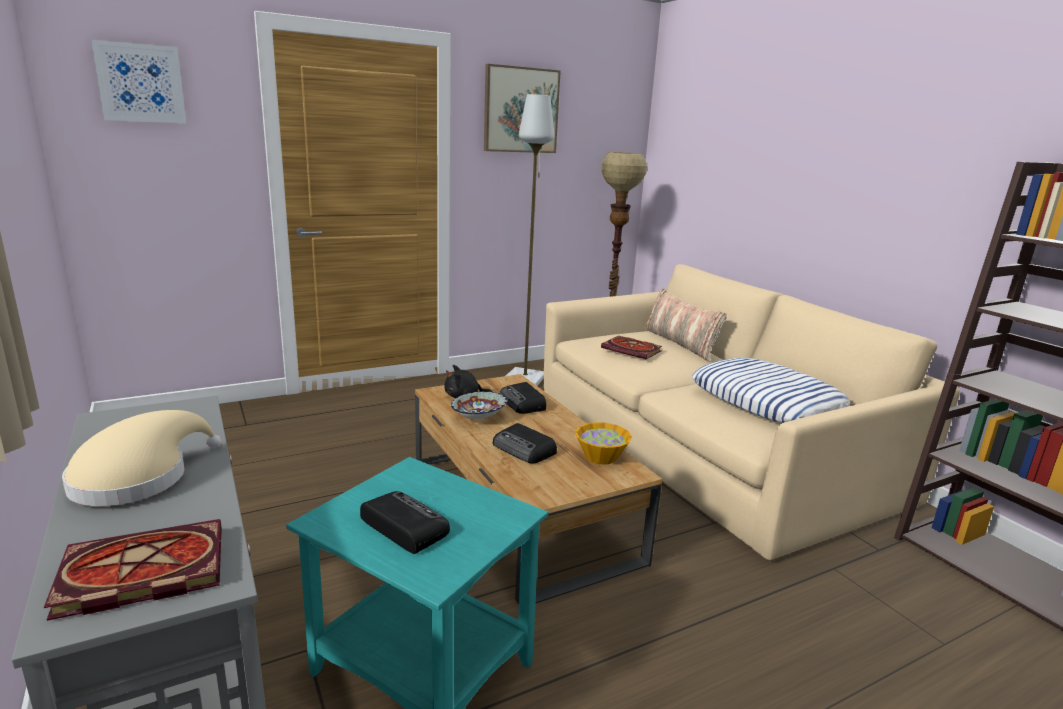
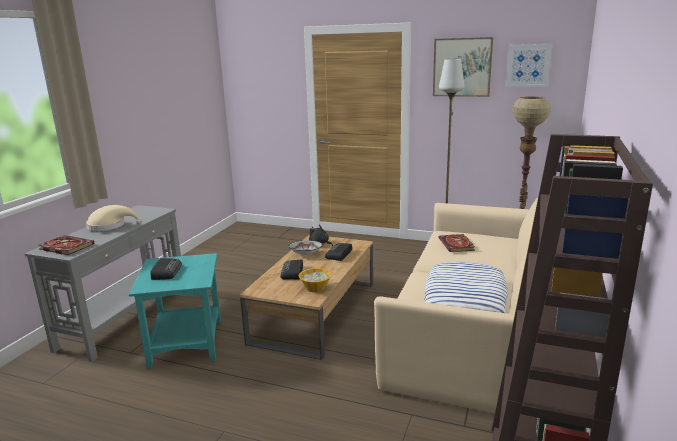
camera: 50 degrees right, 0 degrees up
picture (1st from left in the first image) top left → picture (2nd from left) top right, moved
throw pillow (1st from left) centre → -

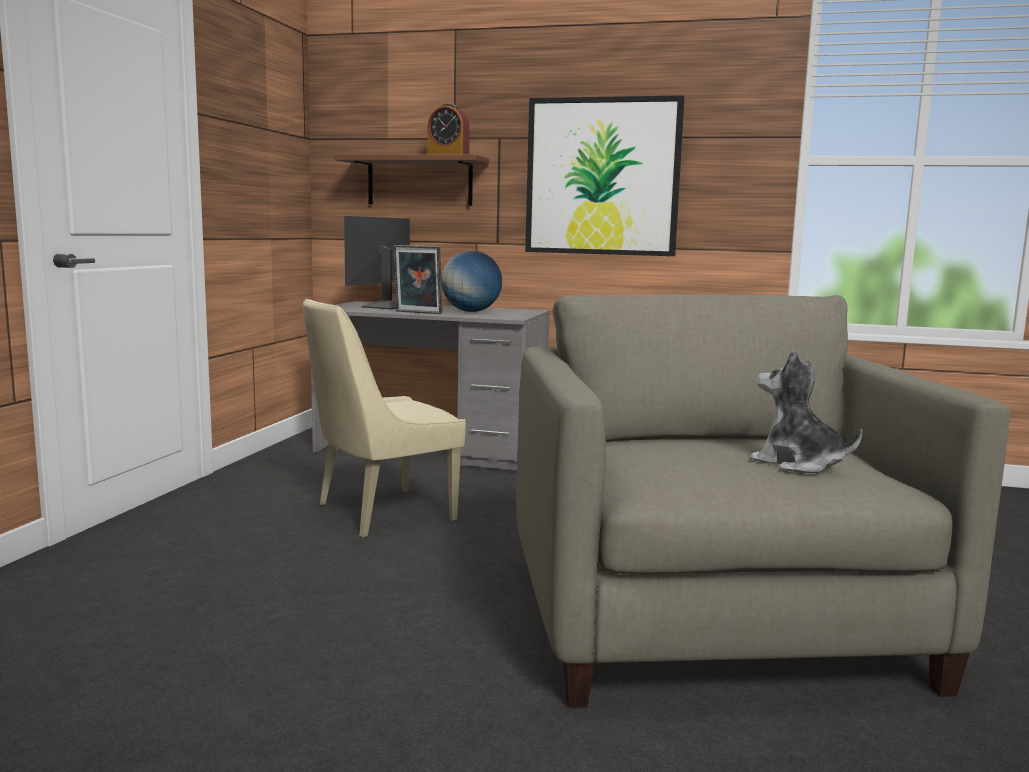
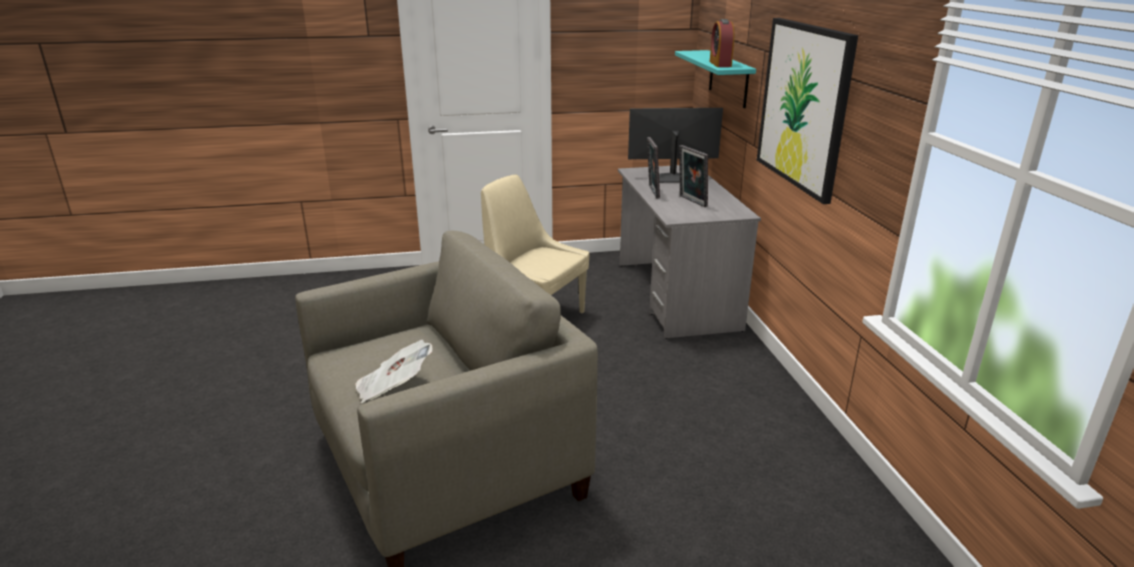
camera: 65 degrees right, 15 degrees up
soft toy middle right → printed paper centre
brownish bracket shelf top centre → turquoise-coloured bracket shelf top centre
globe centre → standing frame (2nd from left) top centre

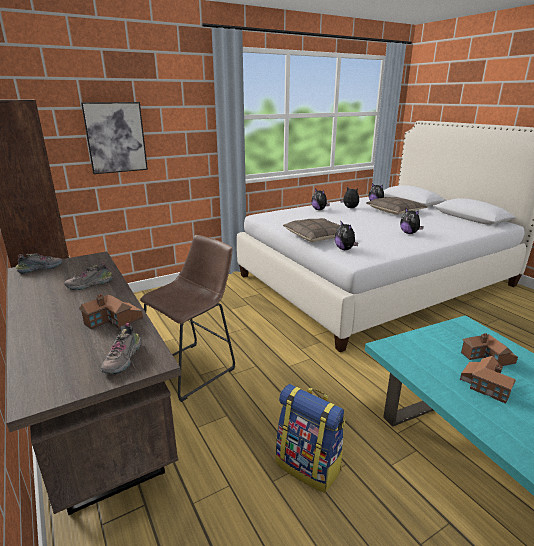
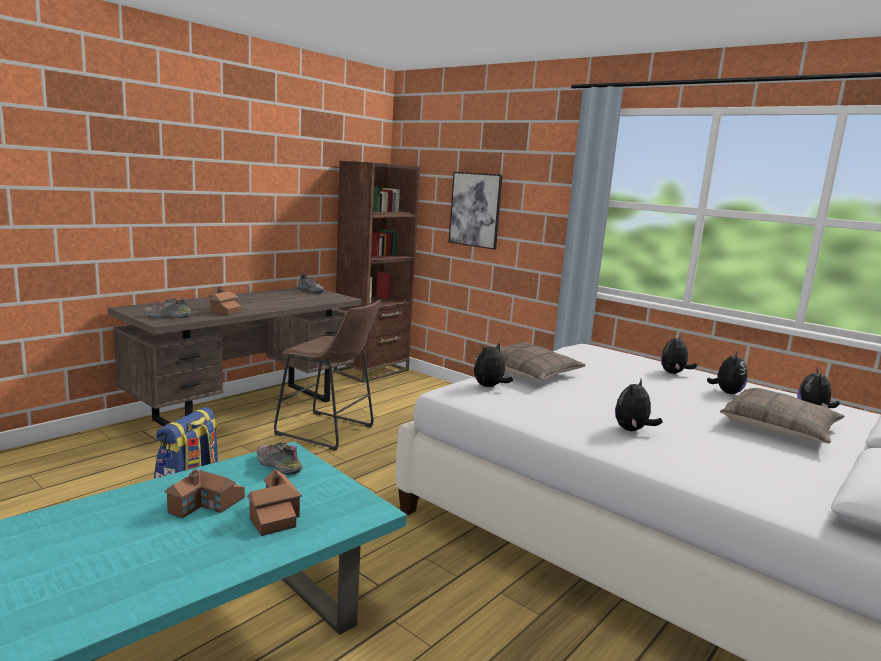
camera: 70 degrees right, 10 degrees down
item of footwear (2nd from left) middle left → item of footwear (2nd from left) bottom left, moved

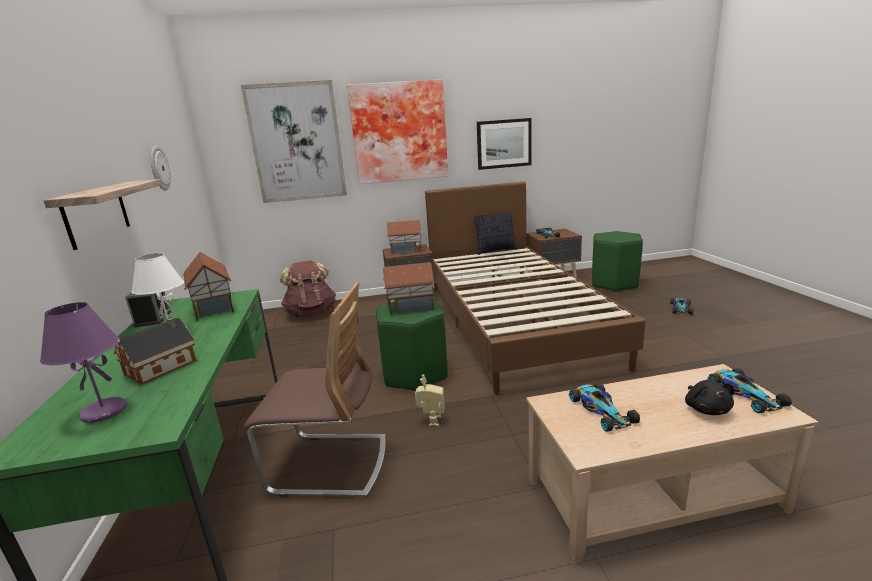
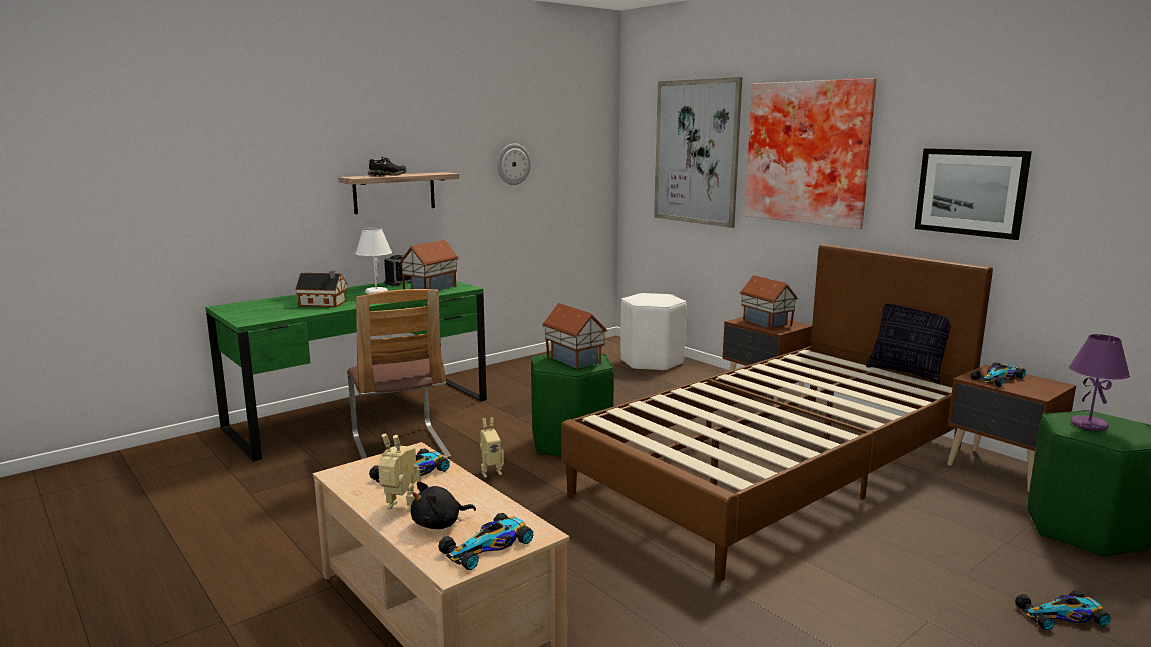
camera: 60 degrees right, 5 degrees down
- → black item of footwear top centre
- → robot figure (1st from left) bottom centre
brownish knapsack centre → white stool seat centre
purple tabletop lamp middle left → purple tabletop lamp middle right, moved

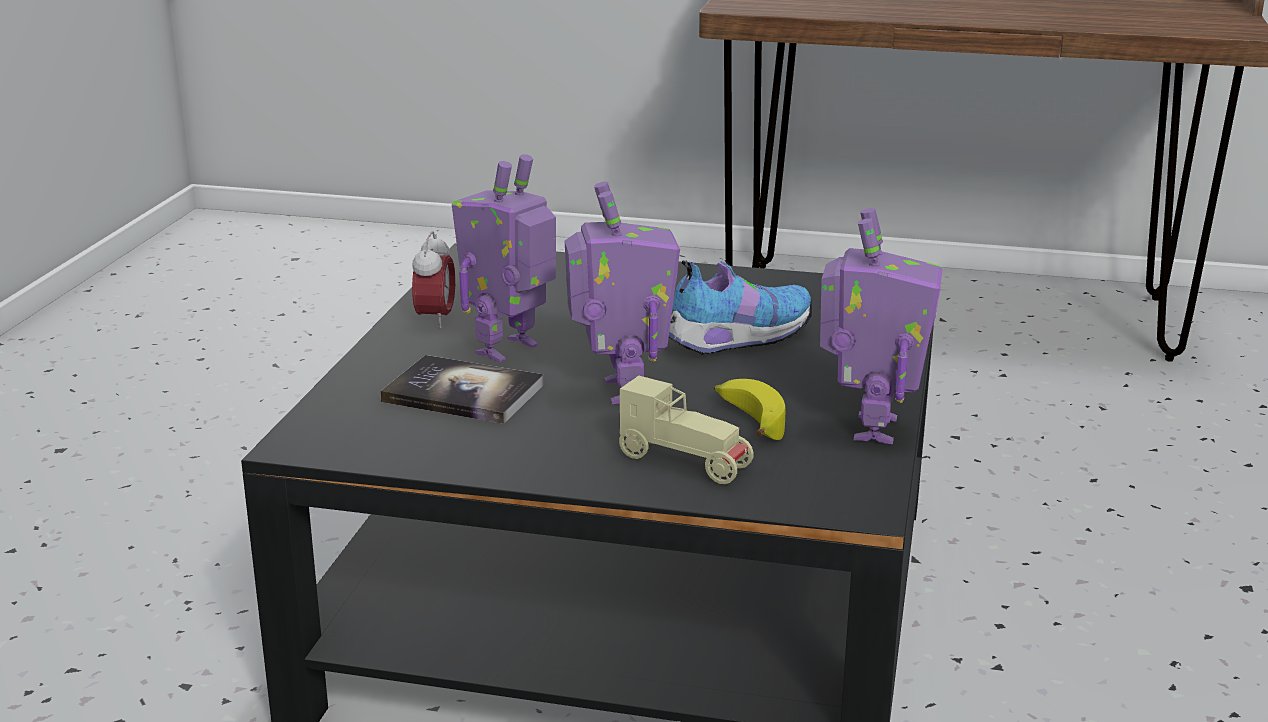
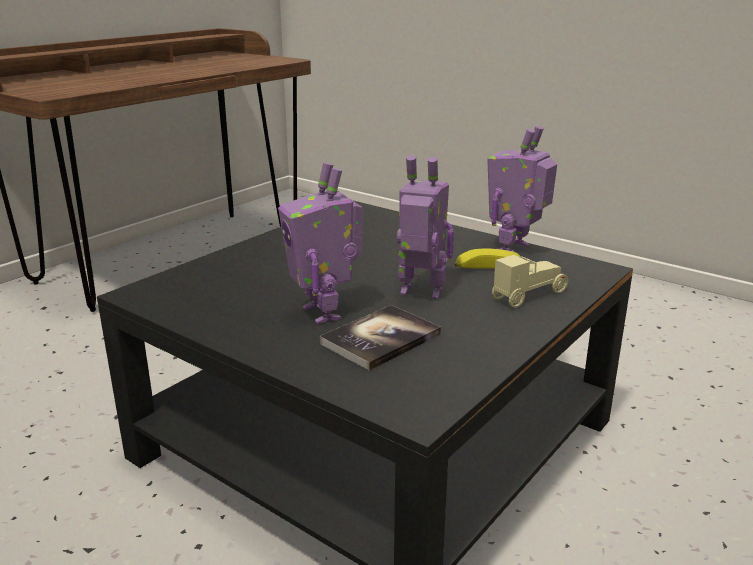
camera: 65 degrees left, 0 degrees up
robot figure (3rd from left) middle right, 90 degrees counterclockwise
table clock centre → -
item of footwear centre → -

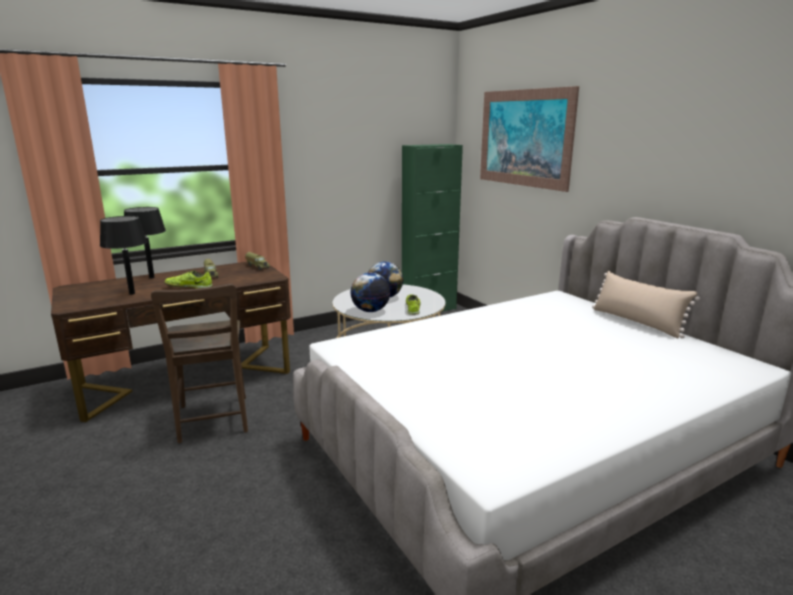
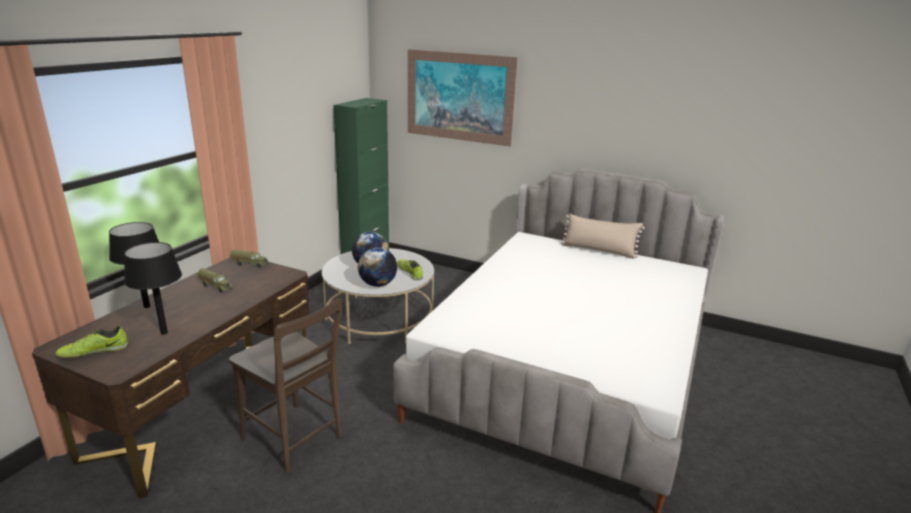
camera: 35 degrees left, 5 degrees up
item of footwear (1st from left) middle left → item of footwear (1st from left) bottom left, moved

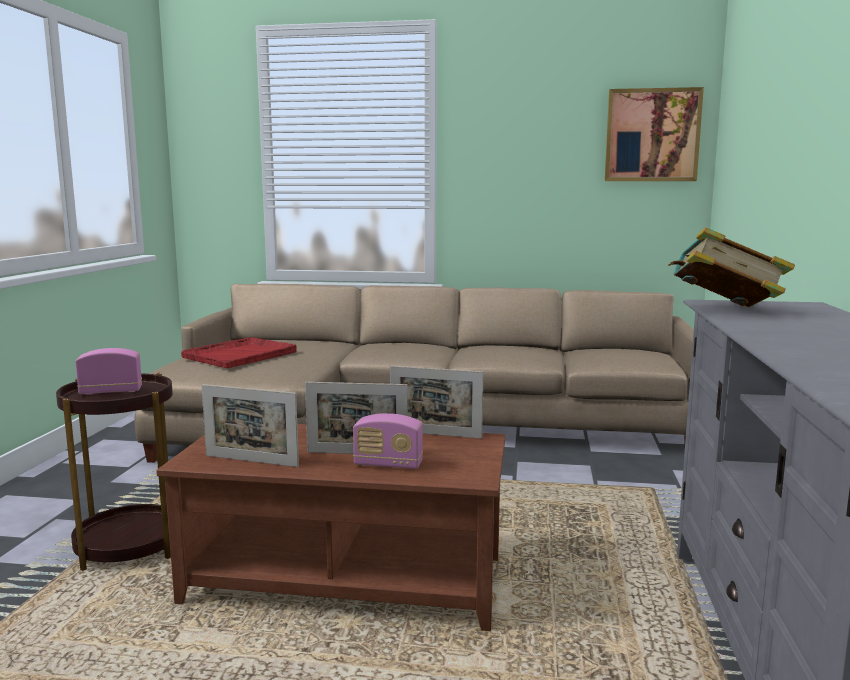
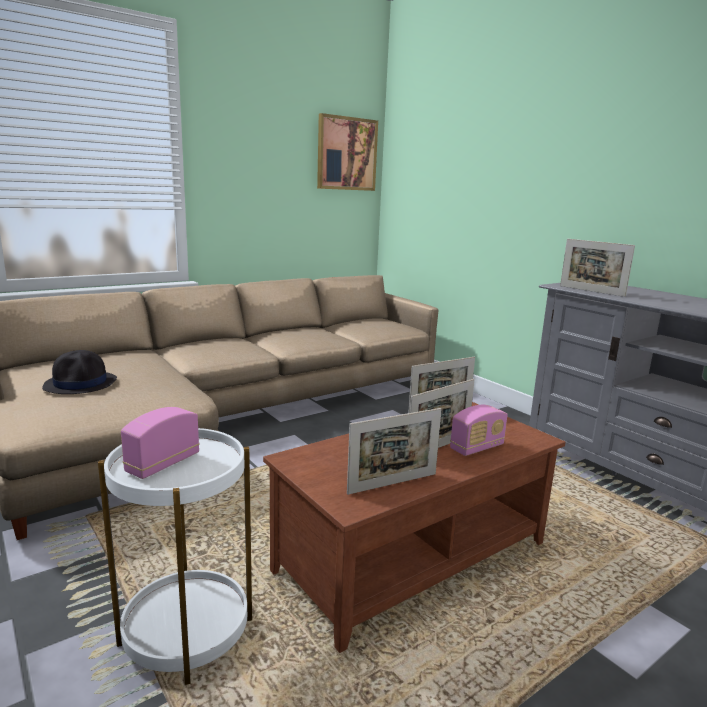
camera: 45 degrees left, 5 degrees up
reddish tray middle left → black hat middle left
brownish end table bottom left → white end table bottom left
bound book middle right → standing frame (4th from left) middle right

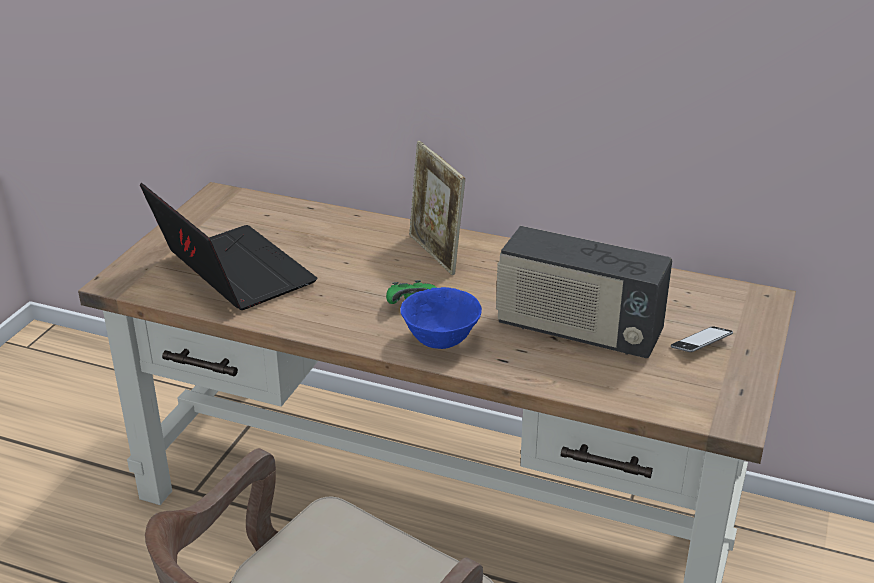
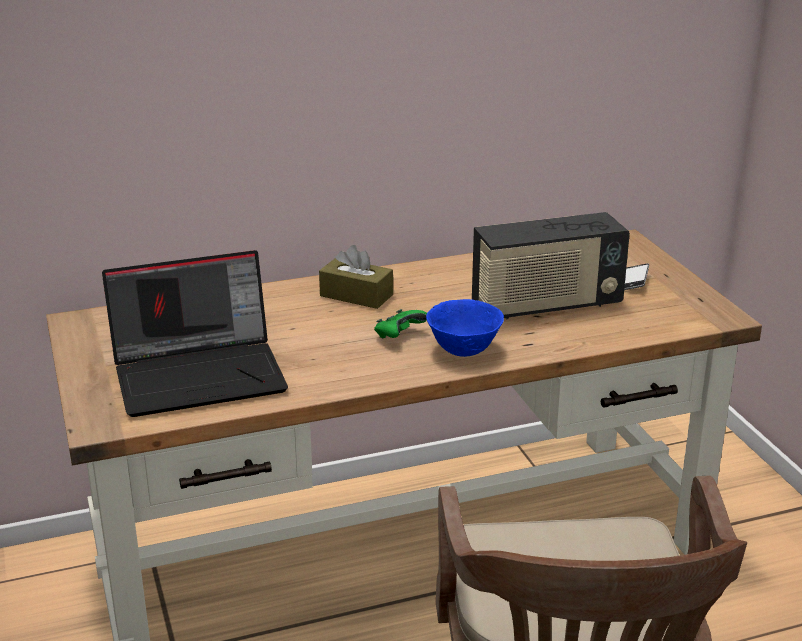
camera: 40 degrees left, 5 degrees down
notebook computer middle left, 150 degrees clockwise
standing frame centre → brownish tissue box centre

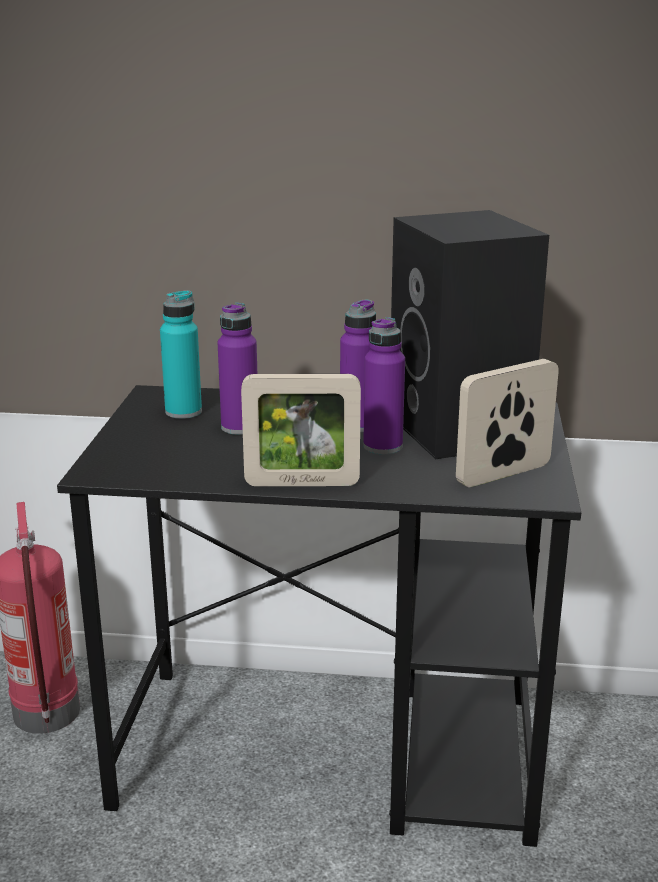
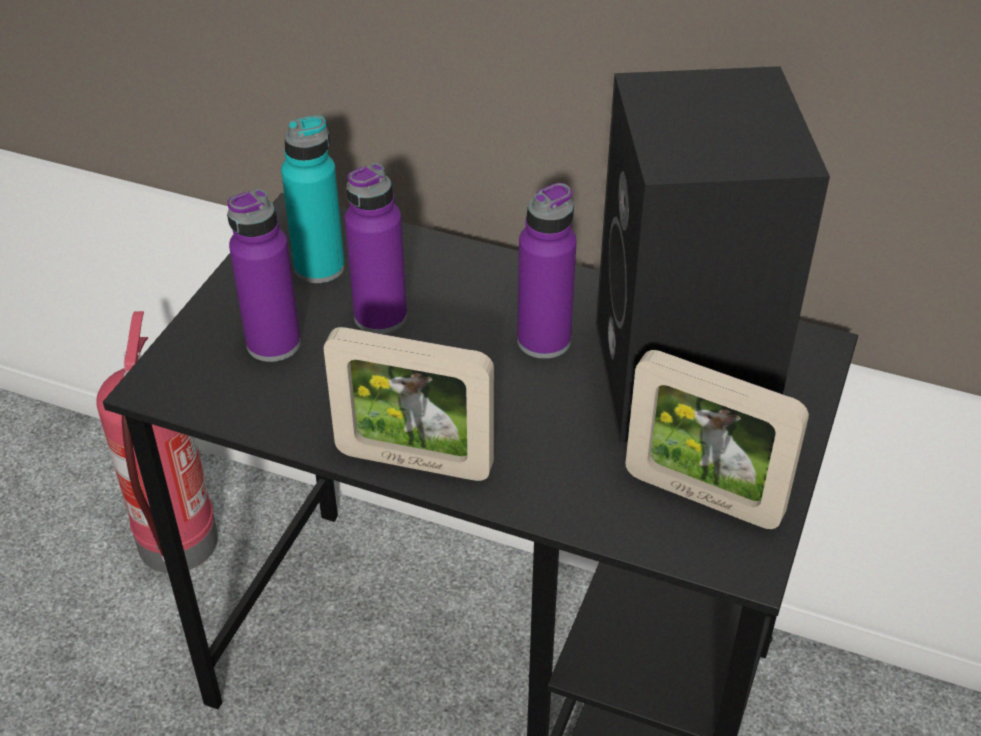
camera: 15 degrees right, 20 degrees up
purple drink bottle (3rd from left in the first image) centre → purple drink bottle (1st from left) middle left, moved
standing frame (2nd from left) middle right, 135 degrees counterclockwise

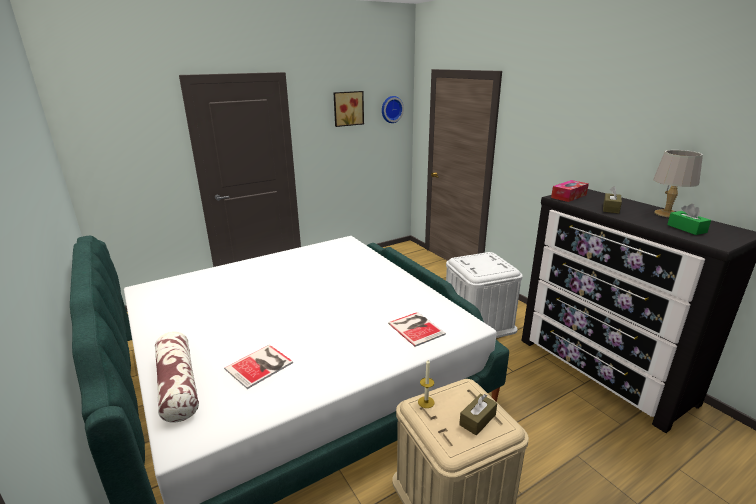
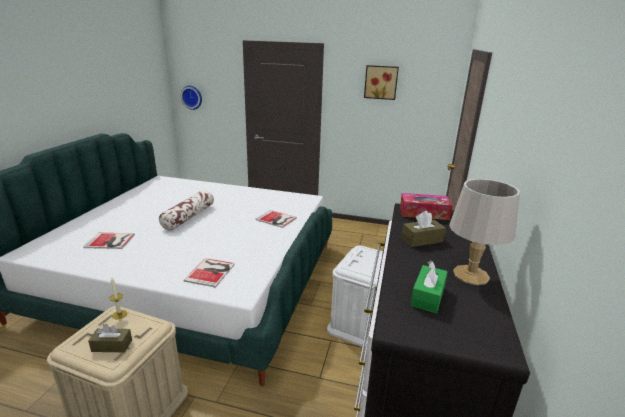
camera: 45 degrees right, 0 degrees up
throw pillow bottom left → throw pillow middle left, moved
hanging clock top centre → hanging clock top left, moved
- → bound book (3rd from left) centre

